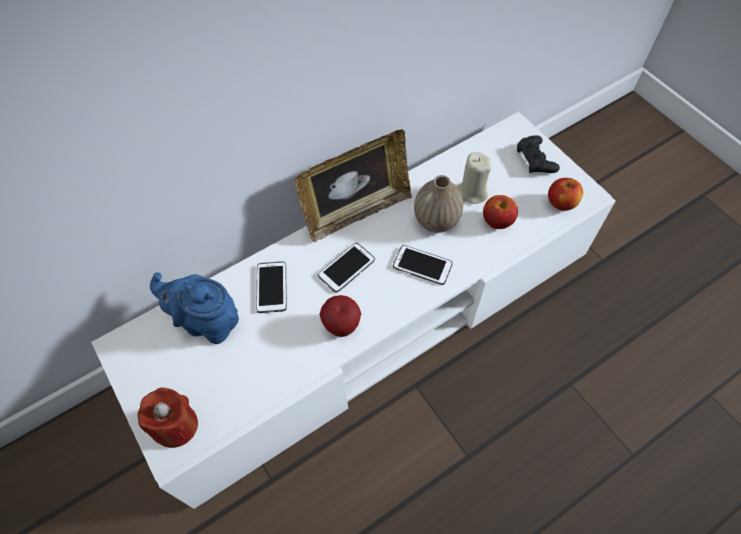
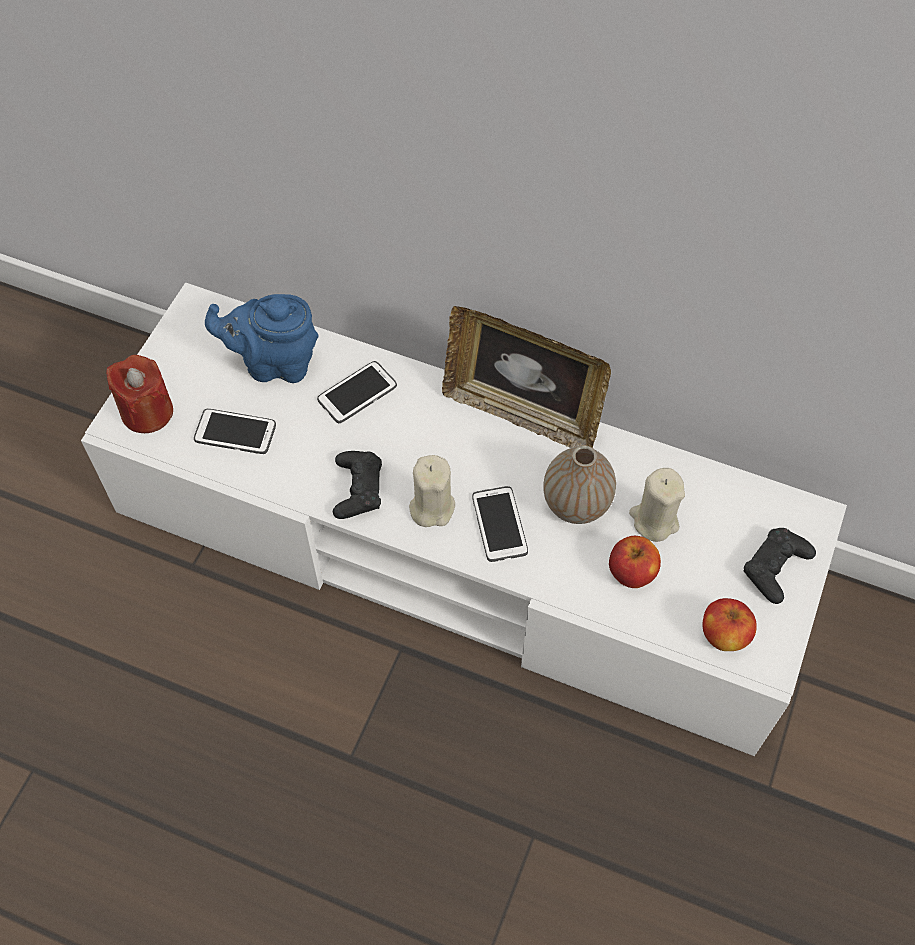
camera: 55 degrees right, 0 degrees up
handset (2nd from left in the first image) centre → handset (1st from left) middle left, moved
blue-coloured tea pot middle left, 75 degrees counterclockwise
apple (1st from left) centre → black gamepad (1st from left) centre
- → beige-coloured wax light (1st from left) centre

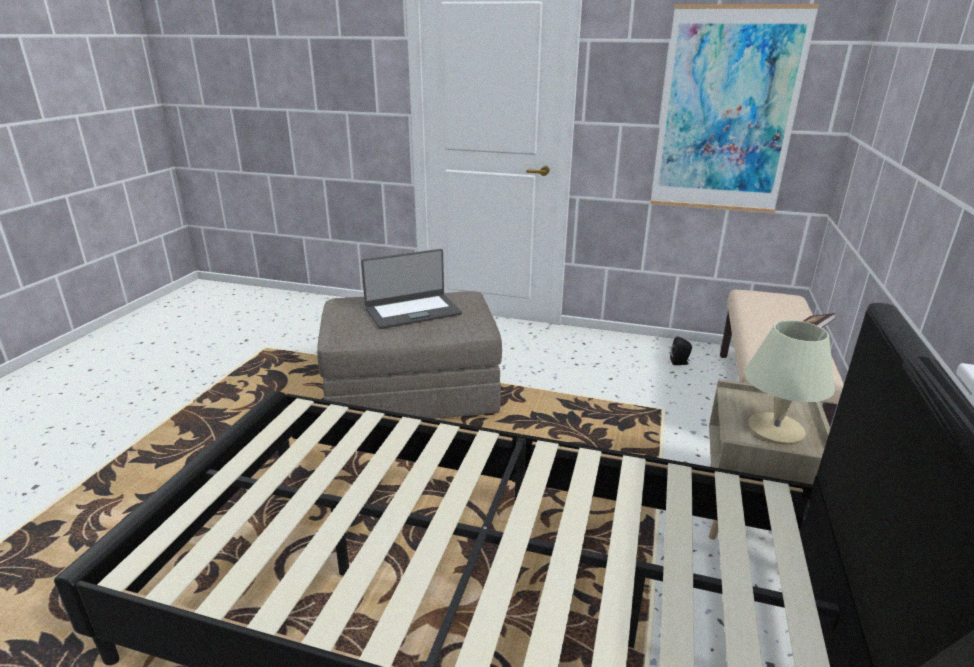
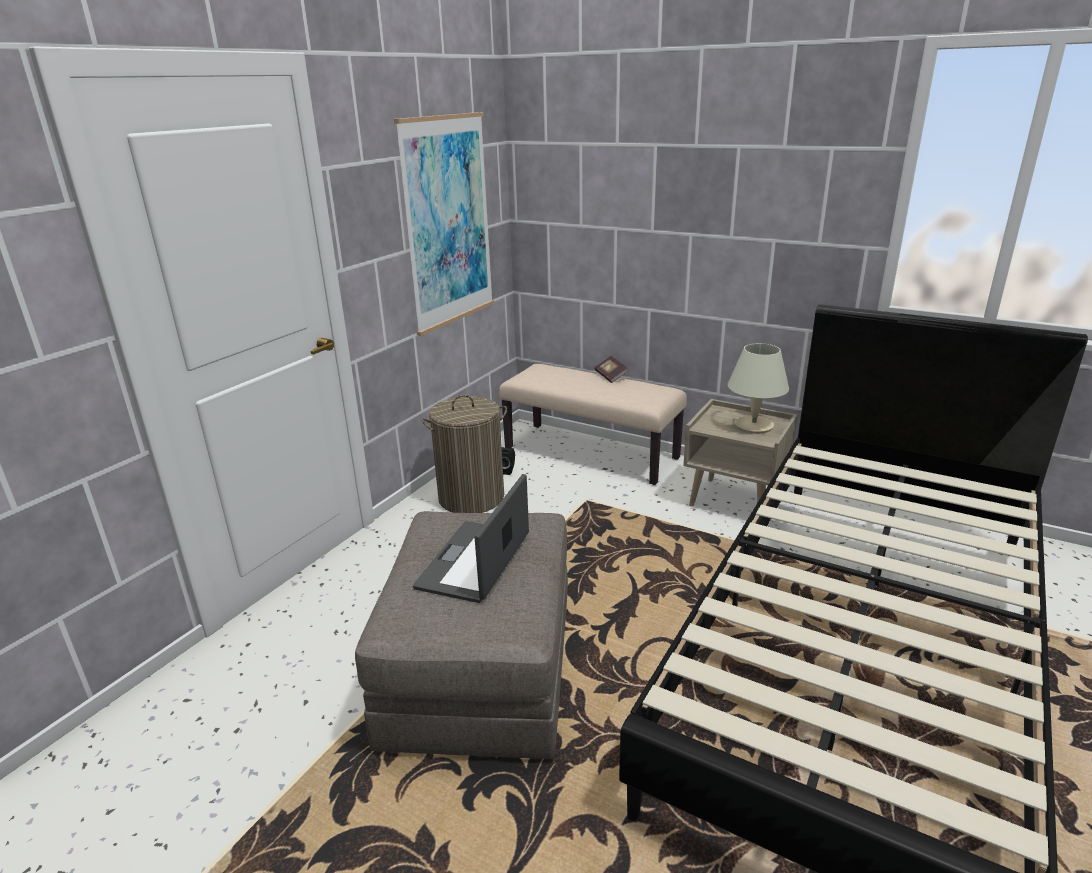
camera: 75 degrees left, 0 degrees up
notebook computer centre, 150 degrees counterclockwise
- → hamper centre

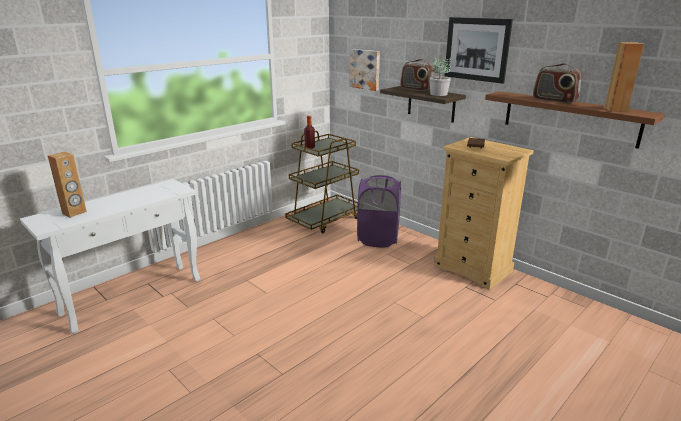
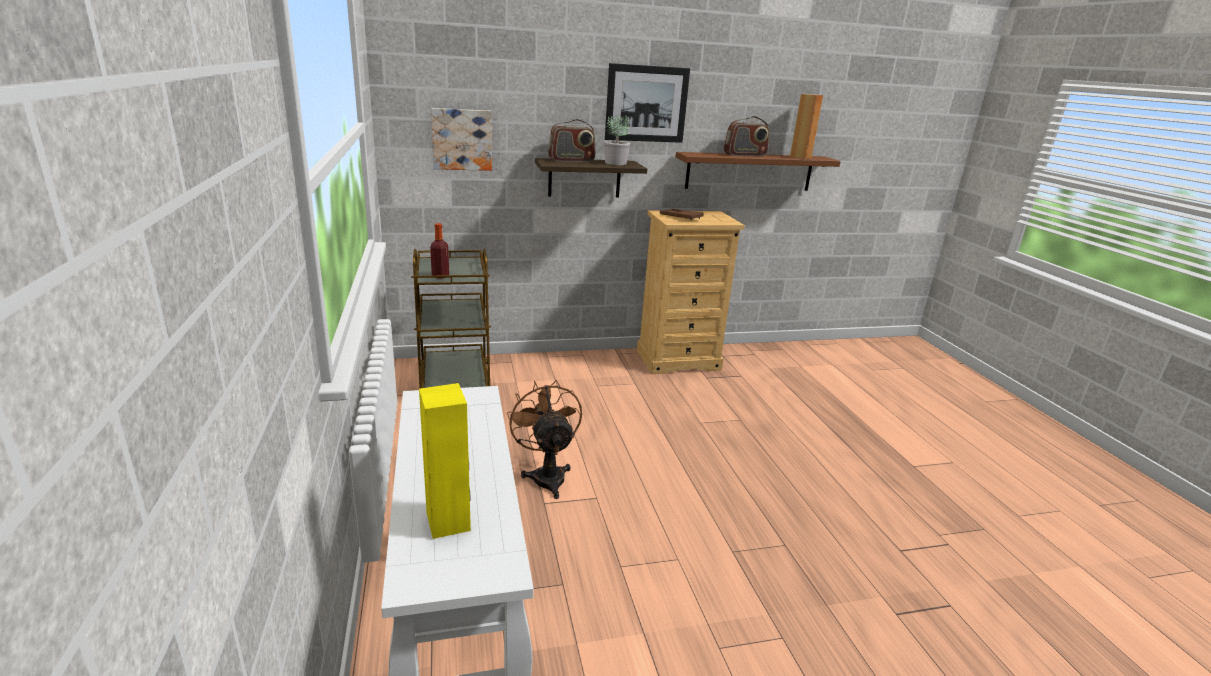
camera: 60 degrees left, 0 degrees up
brownish speaker (1st from left) middle left → yellow-coloured speaker bottom centre
- → brownish cooling fan centre
purple hamper centre → -

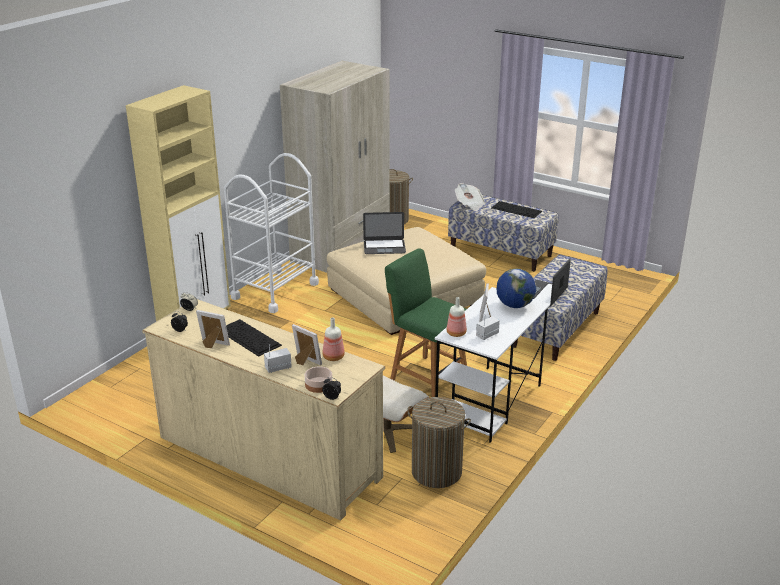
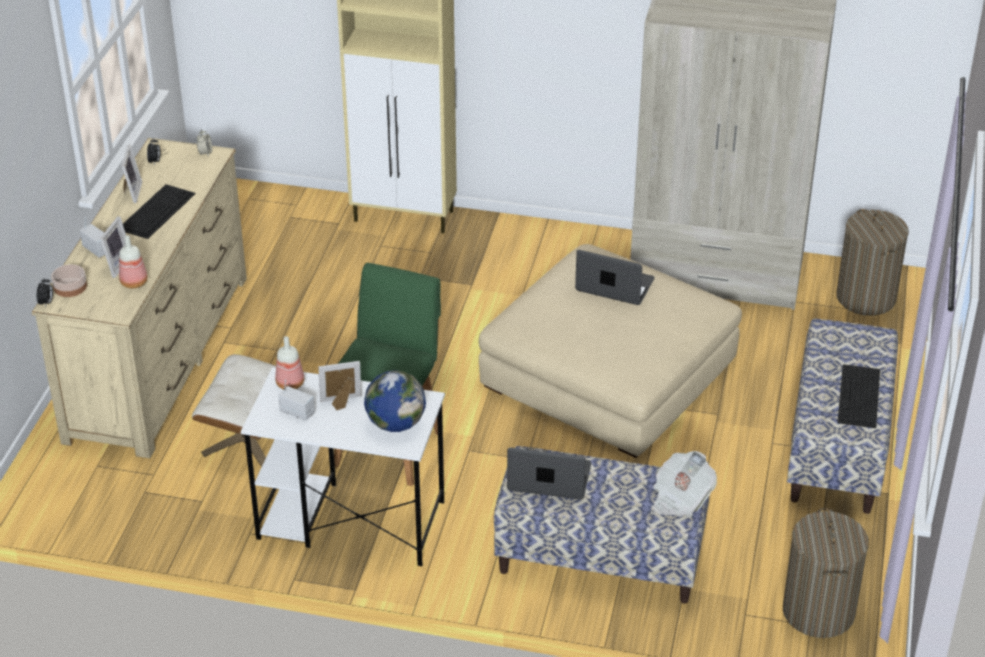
camera: 70 degrees right, 10 degrees up
notebook computer (1st from left in the first image) centre → notebook computer (2nd from left) centre, 135 degrees clockwise
printed paper centre → printed paper bottom right, moved
hamper (2nd from left in the first image) bottom centre → hamper (1st from left) bottom right, moved
white cart centre → -

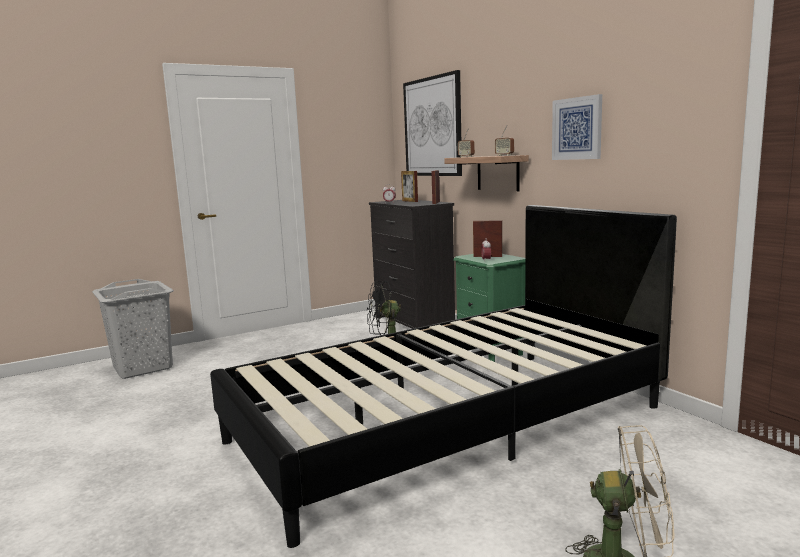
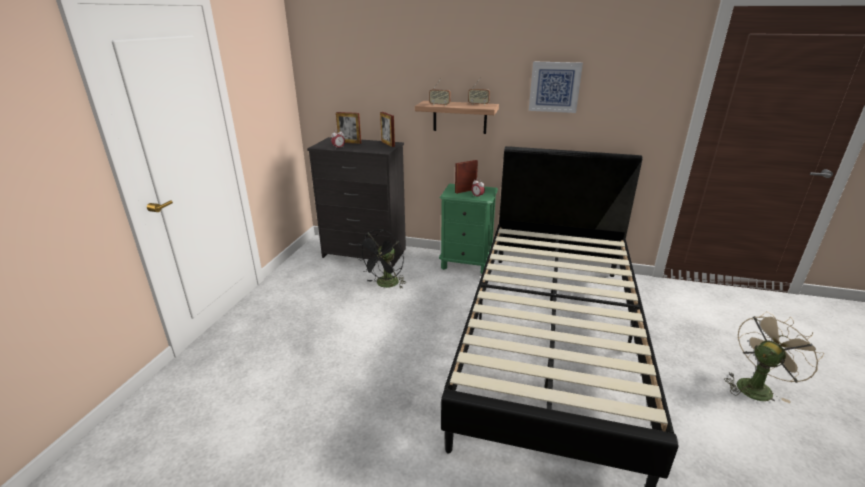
camera: 45 degrees left, 15 degrees up
gray hamper middle left → -
picture (1st from left) top centre → -

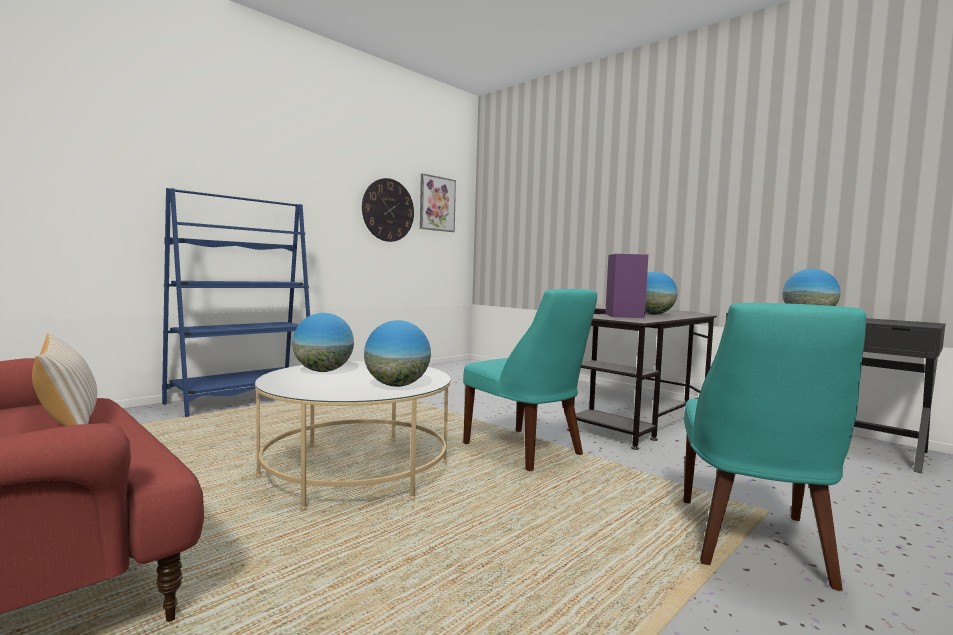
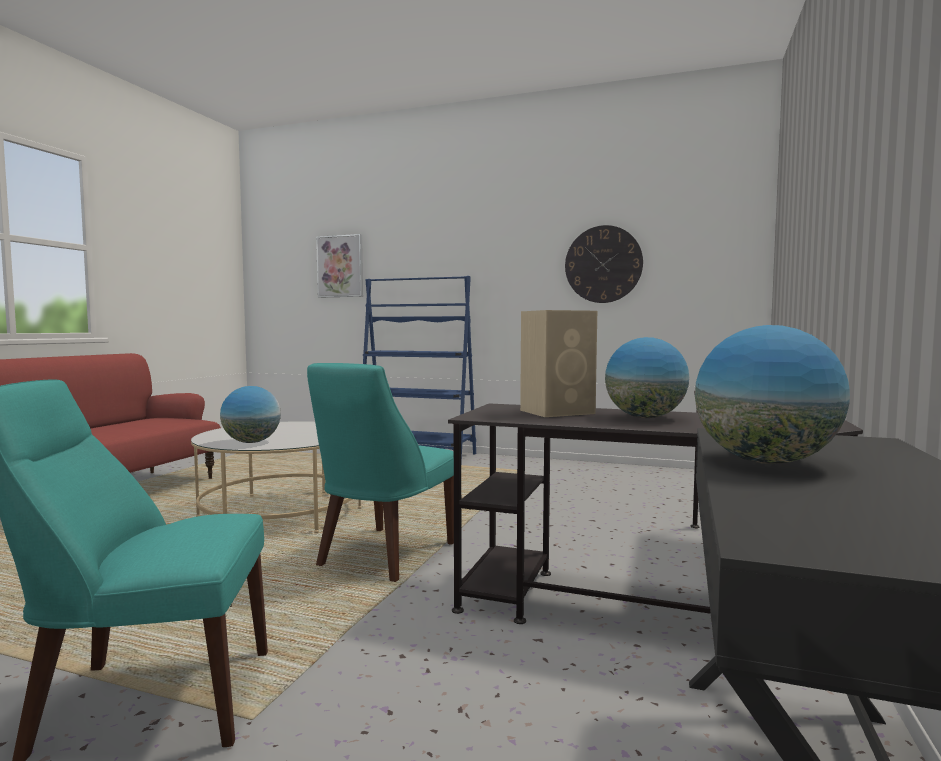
camera: 65 degrees right, 0 degrees up
picture top centre → picture centre, moved
purple speaker centre → beige-coloured speaker centre
beige-coloured throw pillow middle left → -
globe (1st from left) centre → -

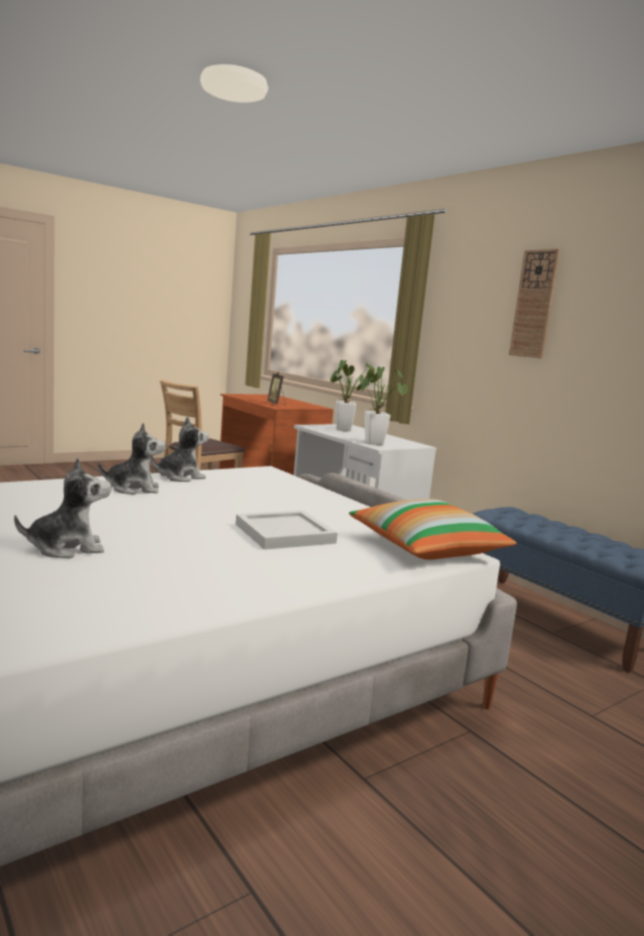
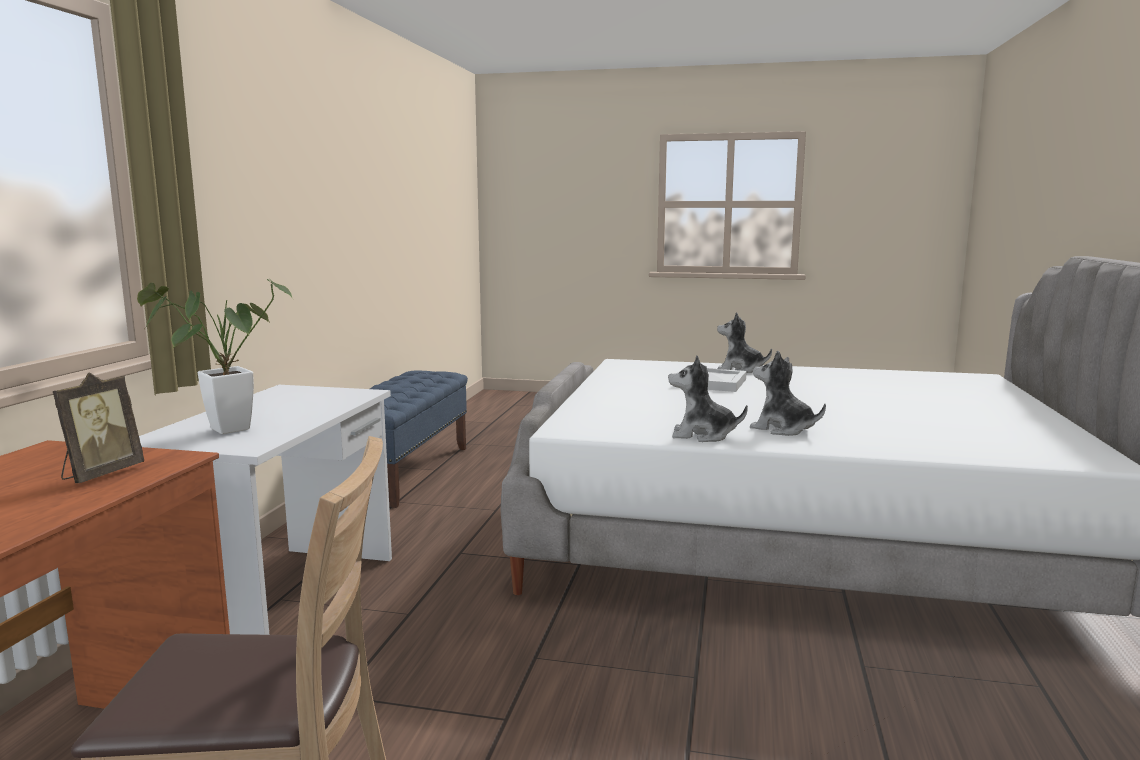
camera: 130 degrees left, 0 degrees up
soft toy (1st from left in the first image) middle left → soft toy (2nd from left) centre, moved
throw pillow middle right → -
plant in a pot (2nd from left) centre → -
hanging clock top right → -

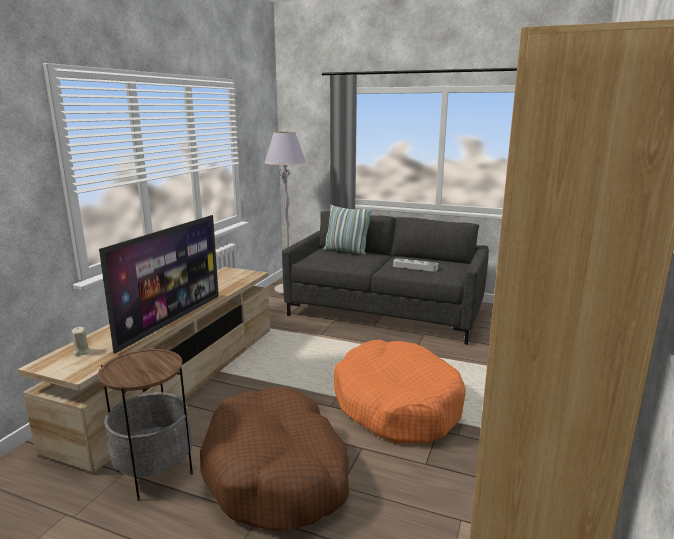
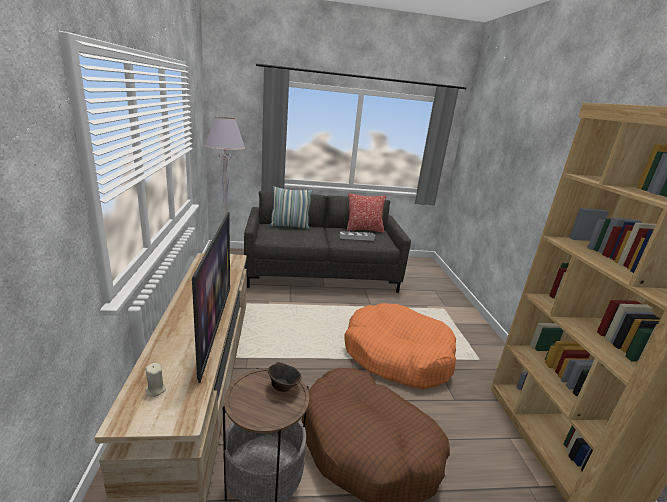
camera: 30 degrees left, 5 degrees up
- → brownish serving bowl bottom centre
- → throw pillow (2nd from left) centre

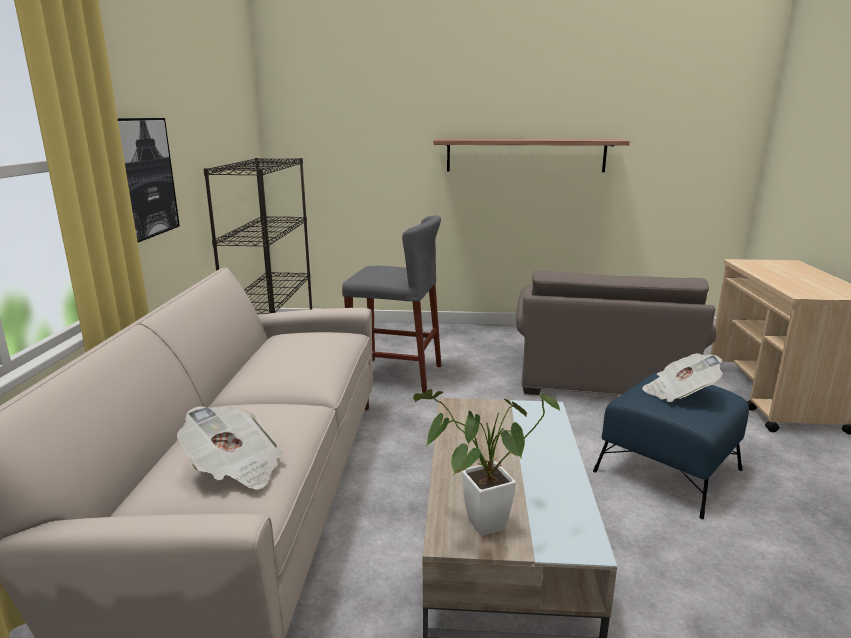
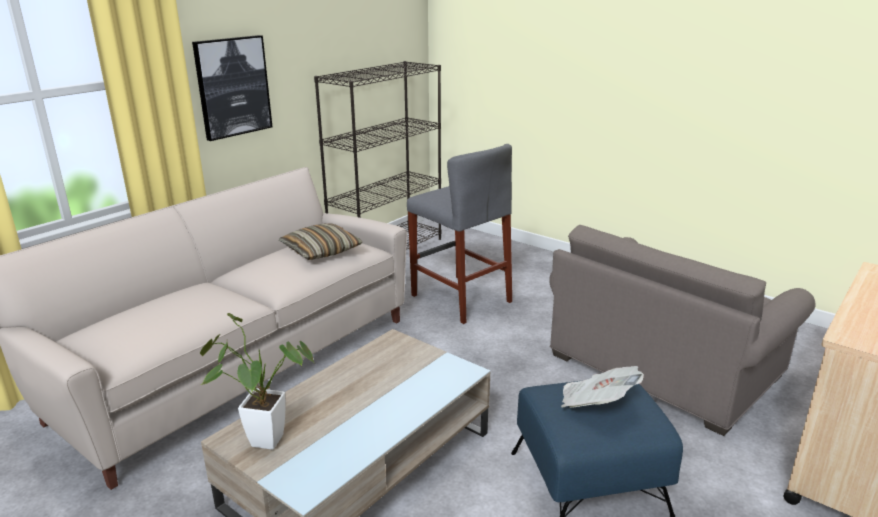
camera: 35 degrees right, 5 degrees up
- → throw pillow centre
printed paper (1st from left) bottom left → -
bracket shelf top centre → -

